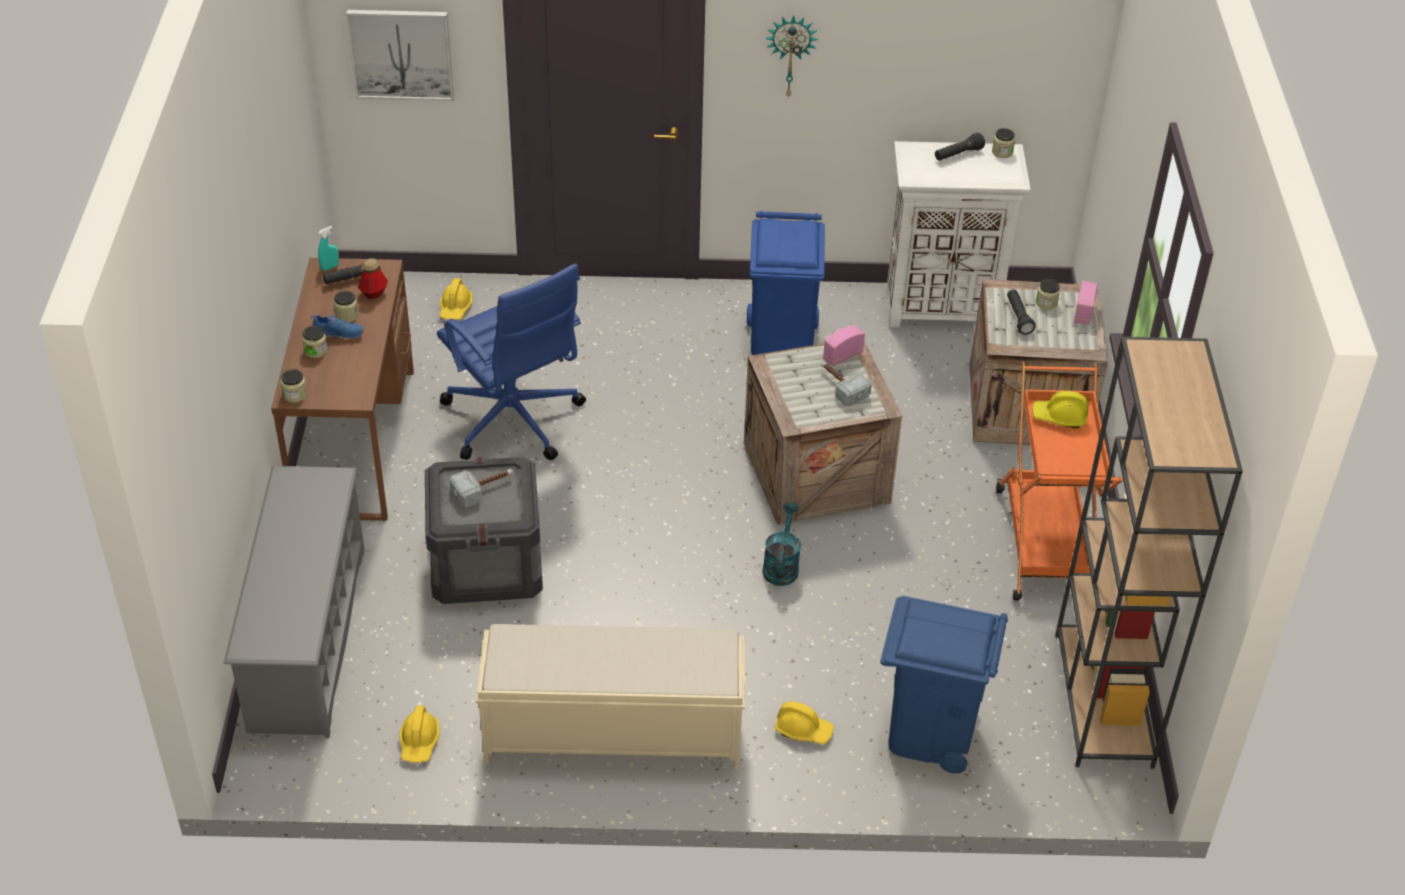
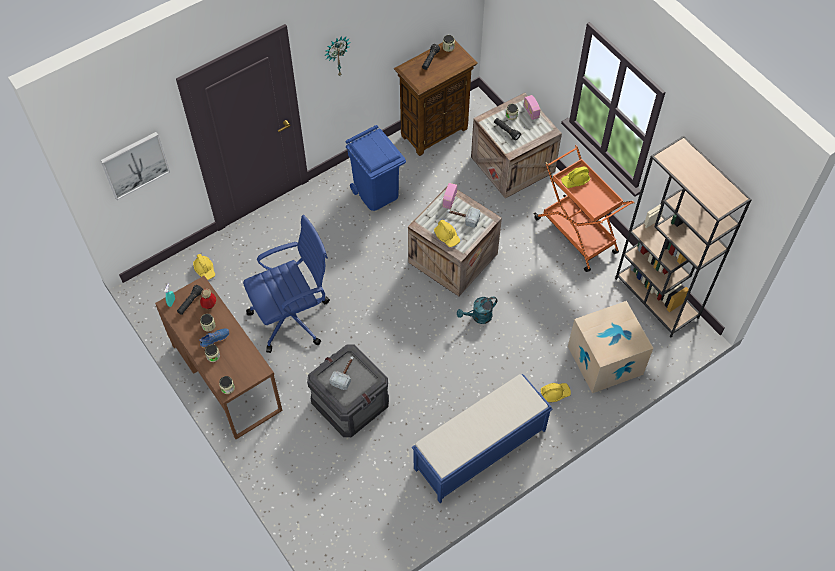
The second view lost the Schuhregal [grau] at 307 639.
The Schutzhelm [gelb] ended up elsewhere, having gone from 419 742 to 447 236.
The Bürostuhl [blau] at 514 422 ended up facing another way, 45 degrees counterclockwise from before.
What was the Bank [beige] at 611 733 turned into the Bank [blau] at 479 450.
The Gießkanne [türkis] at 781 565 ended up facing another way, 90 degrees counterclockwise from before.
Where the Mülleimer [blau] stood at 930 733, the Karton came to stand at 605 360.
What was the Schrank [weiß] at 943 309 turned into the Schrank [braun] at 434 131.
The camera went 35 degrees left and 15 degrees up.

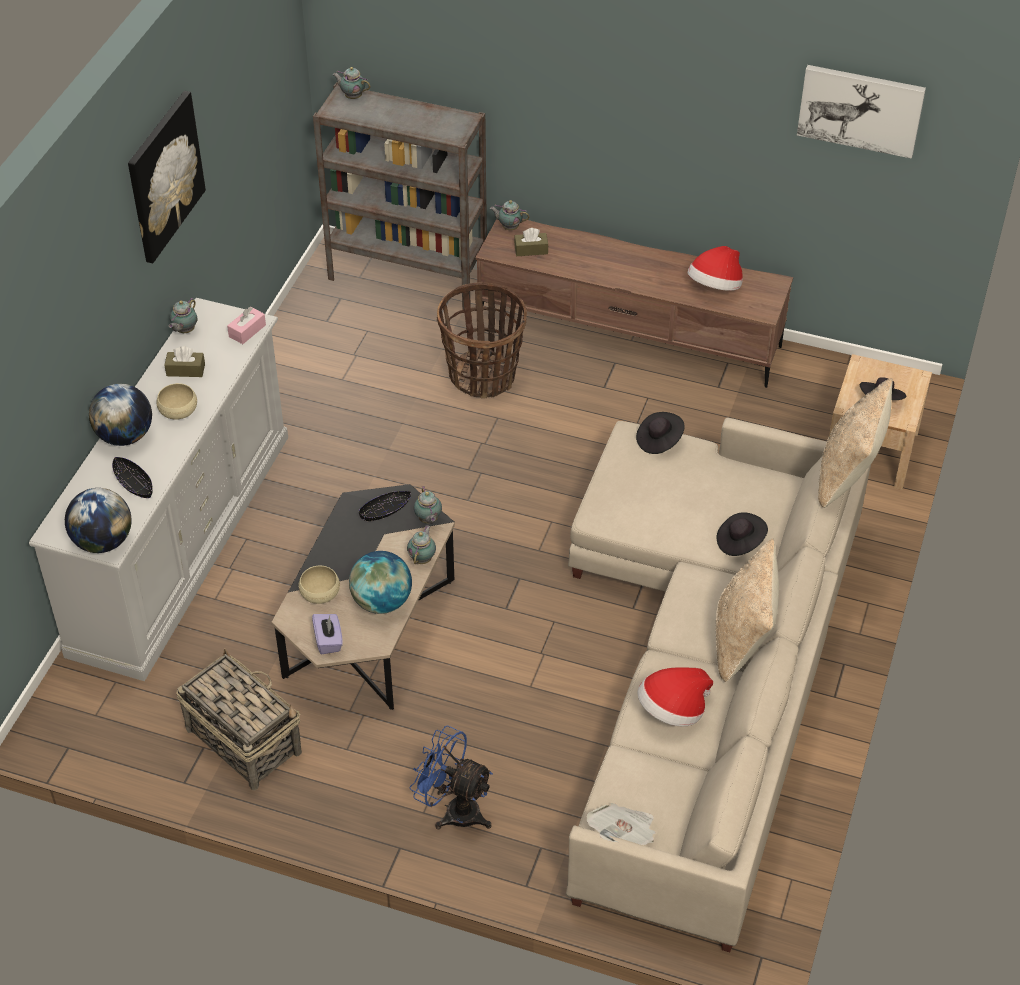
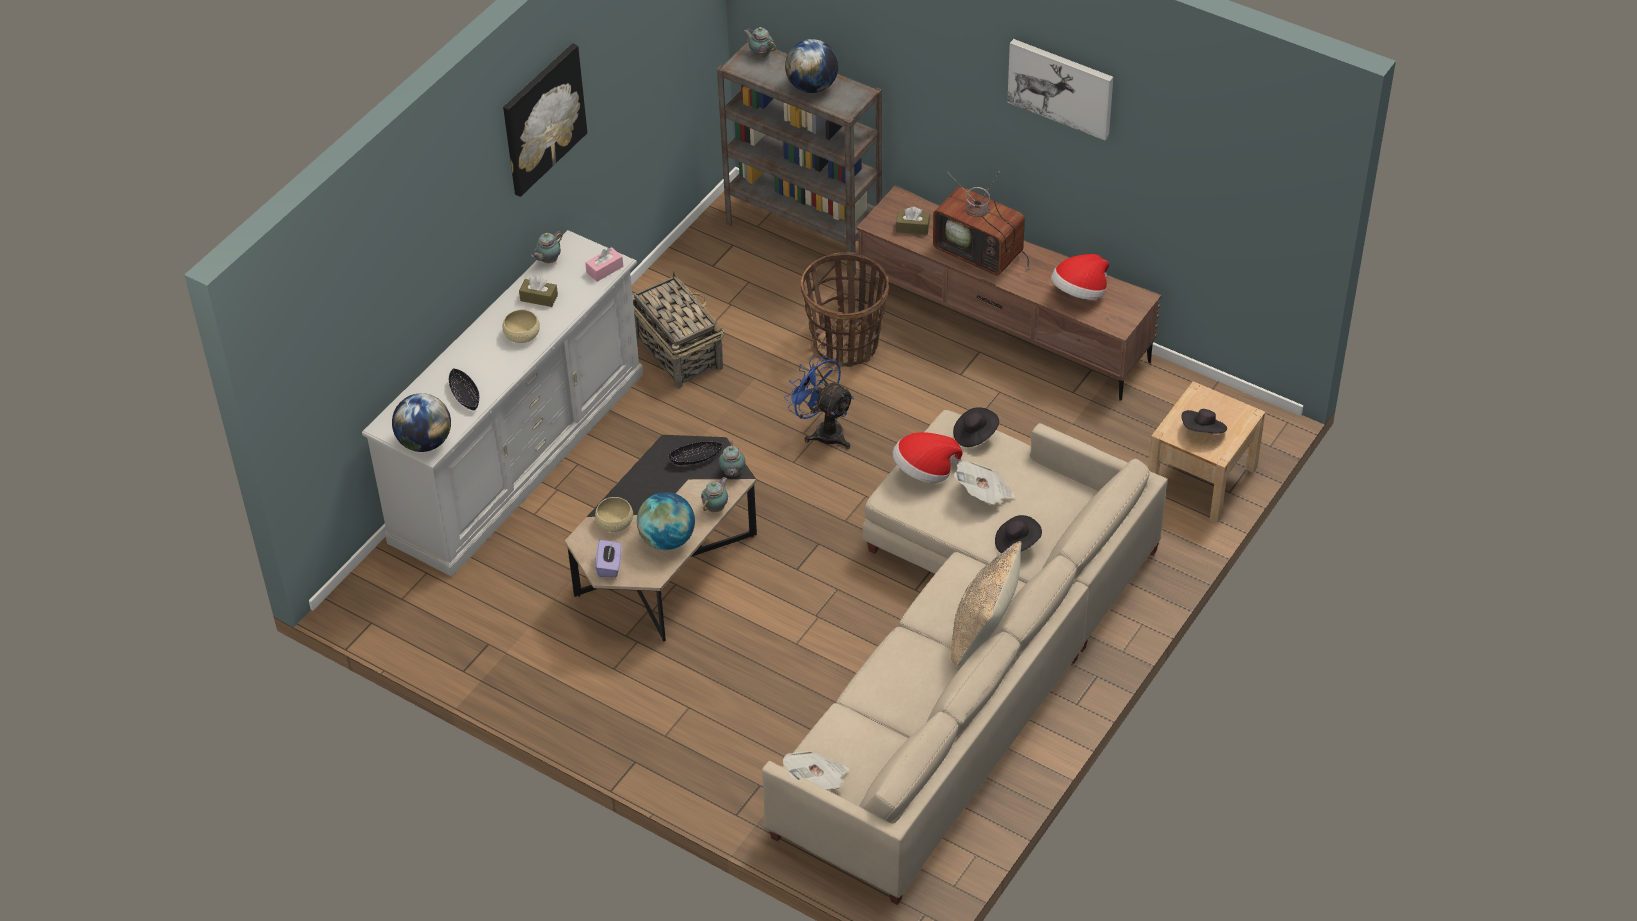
The Globus ended up elsewhere, having gone from 125 436 to 812 86.
The Korb ended up elsewhere, having gone from 243 739 to 678 351.
The Ventilator [blau] ended up elsewhere, having gone from 454 810 to 823 431.
The second view lost the Teekanne at 509 227.
The Hut ended up elsewhere, having gone from 672 710 to 925 471.
The Bild ended up elsewhere, having gone from 860 109 to 1061 87.
The second view lost the Kissen [beige] at 847 479.
The second view gained the Fernseher at 982 252.
The second view gained the Zeitung at 984 494.
The camera went 15 degrees right and 0 degrees up.

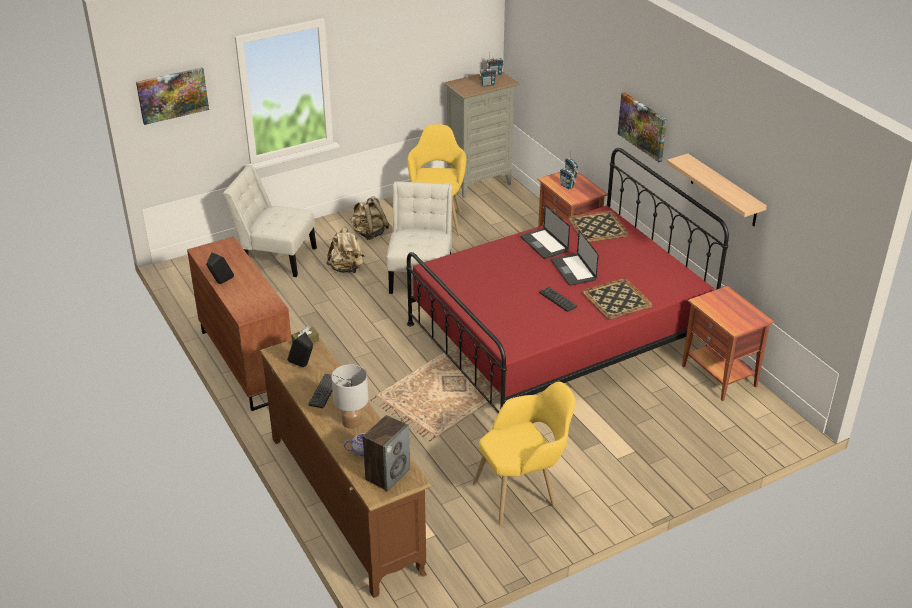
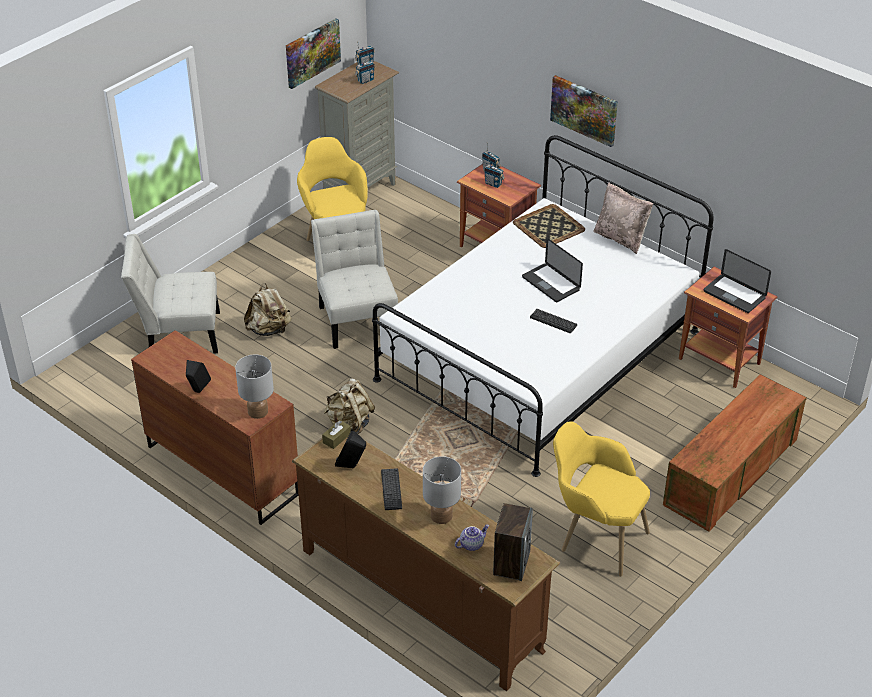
The Bild ended up elsewhere, having gone from 172 95 to 312 52.
The Rucksack [beige] ended up elsewhere, having gone from 369 233 to 350 423.
What was the Bett [rot] at 557 335 turned into the Bett [weiß] at 538 355.
The Sessel [gelb] at 524 492 ended up facing another way, 105 degrees counterclockwise from before.
The Laptop ended up elsewhere, having gone from 544 244 to 734 295.
The second view lost the Tablett at 616 299.
The second view lost the Wandregal at 724 191.
The second view gained the Tischlampe [grau] at 257 411.
The second view gained the Kissen [beige] at 621 238.
The second view gained the Bank [braun] at 731 473.
The camera went 20 degrees left and 5 degrees up.

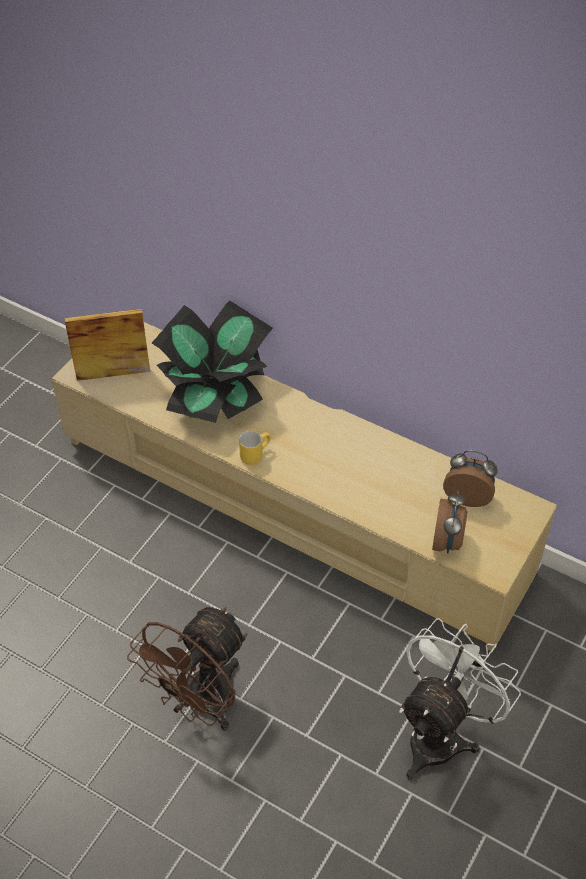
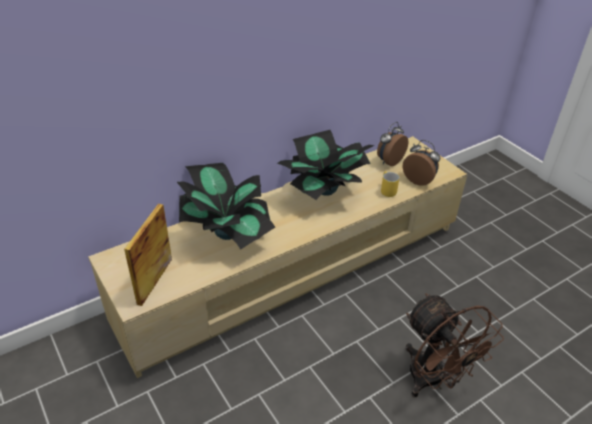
The Henkelbecher [gelb] ended up elsewhere, having gone from 254 453 to 386 190.
The second view lost the Ventilator [weiß] at 441 734.
The second view gained the Topfpflanze at 324 190.
The camera went 65 degrees left and 10 degrees down.

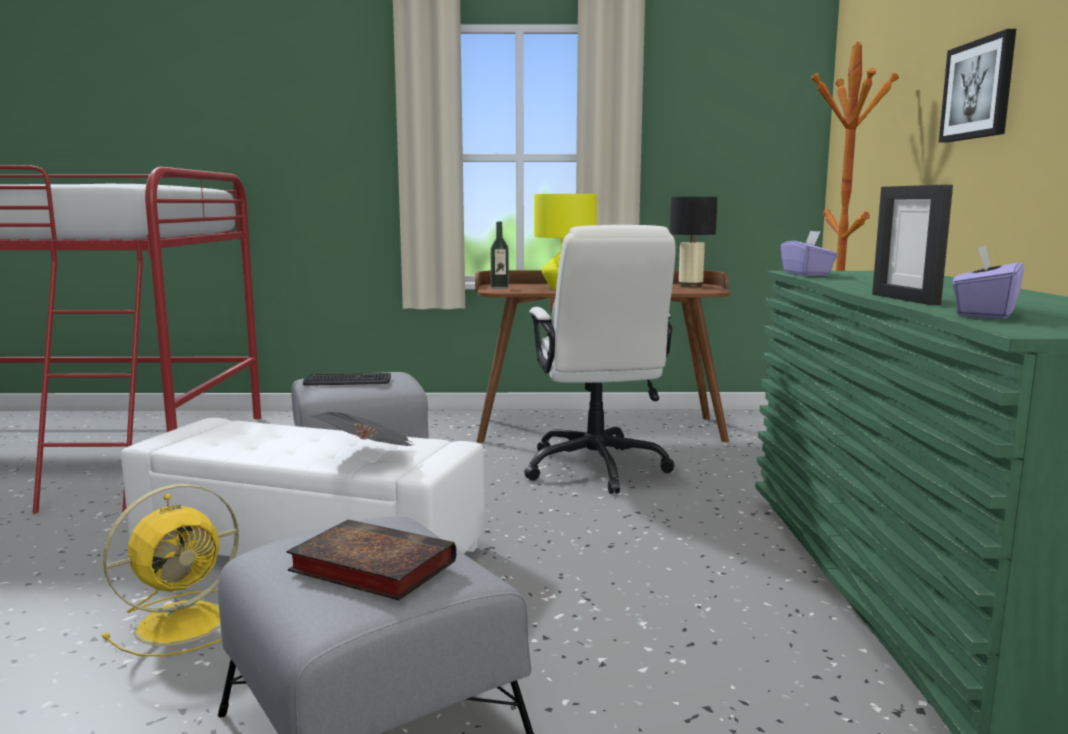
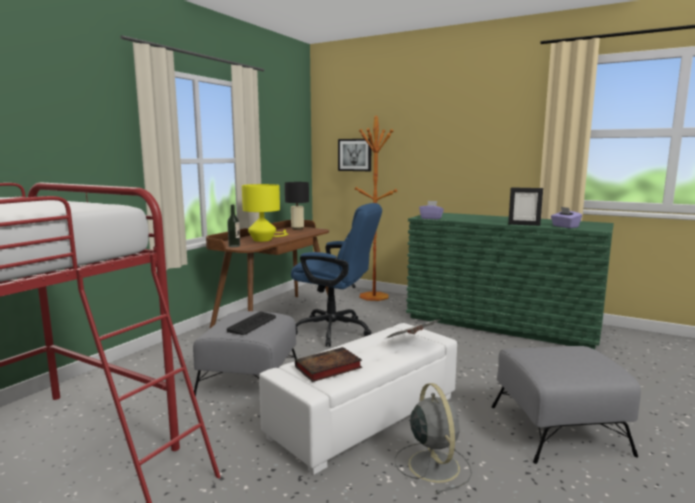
What was the Ventilator [gelb] at 185 622 turned into the Ventilator [grau] at 432 464.
The Buch ended up elsewhere, having gone from 368 567 to 327 368.
What was the Bürostuhl [weiß] at 597 471 turned into the Bürostuhl [blau] at 336 332.
The Bild ended up elsewhere, having gone from 978 90 to 355 155.
The camera went 60 degrees left and 0 degrees up.

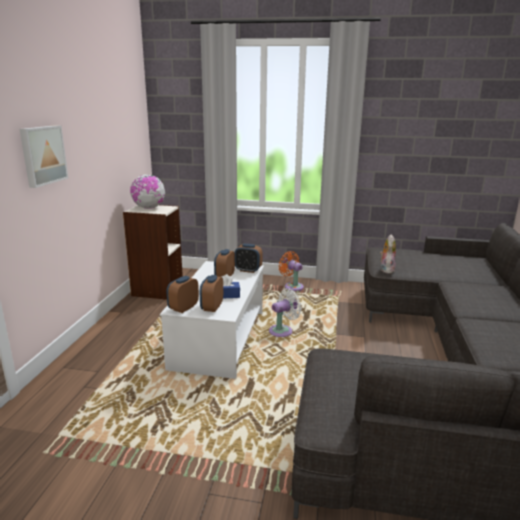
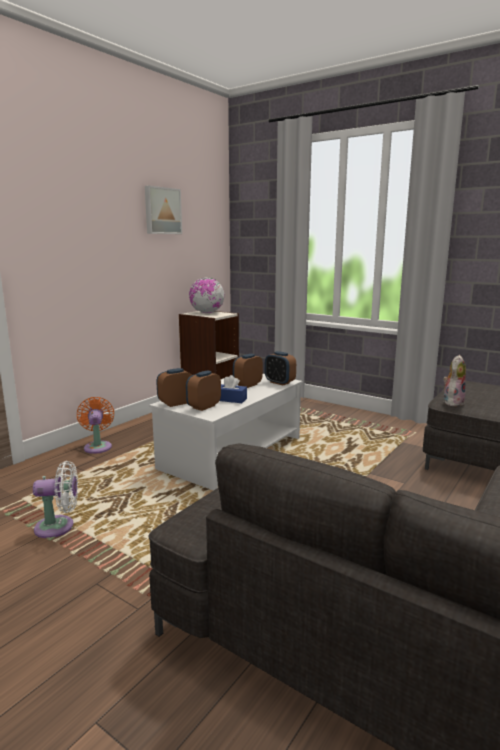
The Bild ended up elsewhere, having gone from 42 155 to 162 211.
The Ventilator [weiß] ended up elsewhere, having gone from 283 331 to 59 527.
The Ventilator [orange] ended up elsewhere, having gone from 292 286 to 98 446.
The camera went 25 degrees right and 5 degrees down.

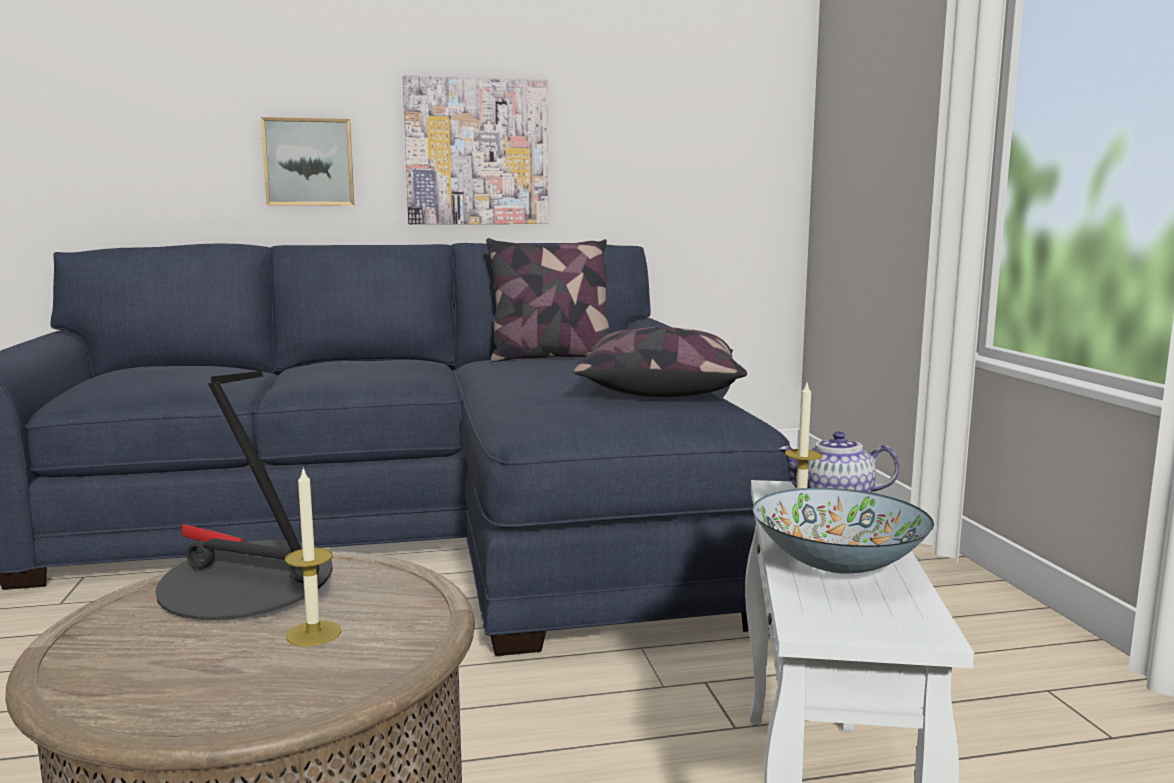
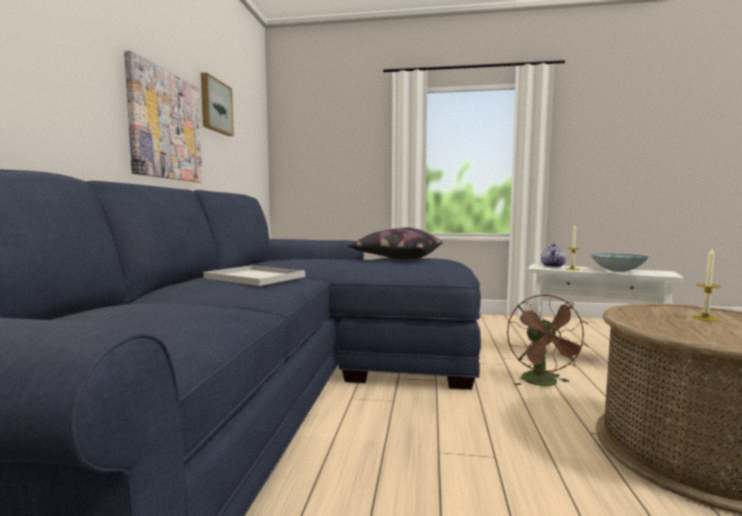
The second view lost the Tischlampe at 246 586.
The Bild ended up elsewhere, having gone from 309 162 to 215 106.
The second view lost the Kissen at 551 356.
The second view gained the Tablett [weiß] at 256 277.
The second view gained the Ventilator [braun] at 544 383.
The camera went 70 degrees left and 5 degrees down.

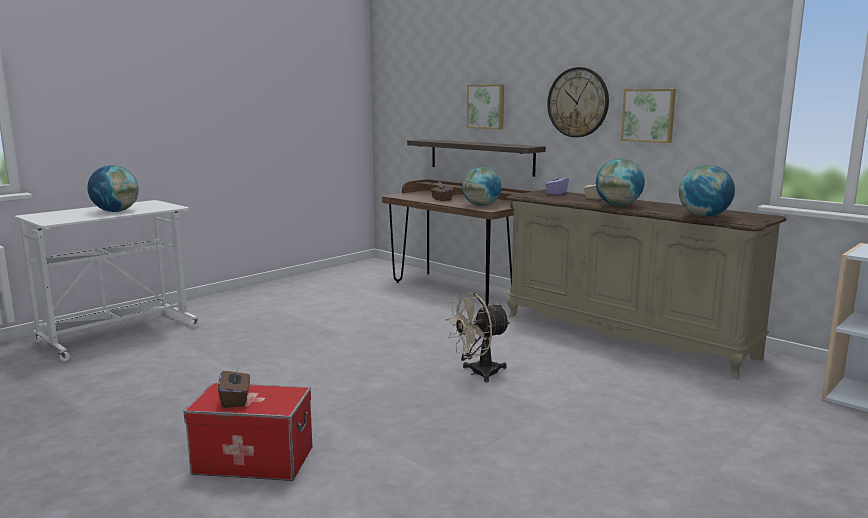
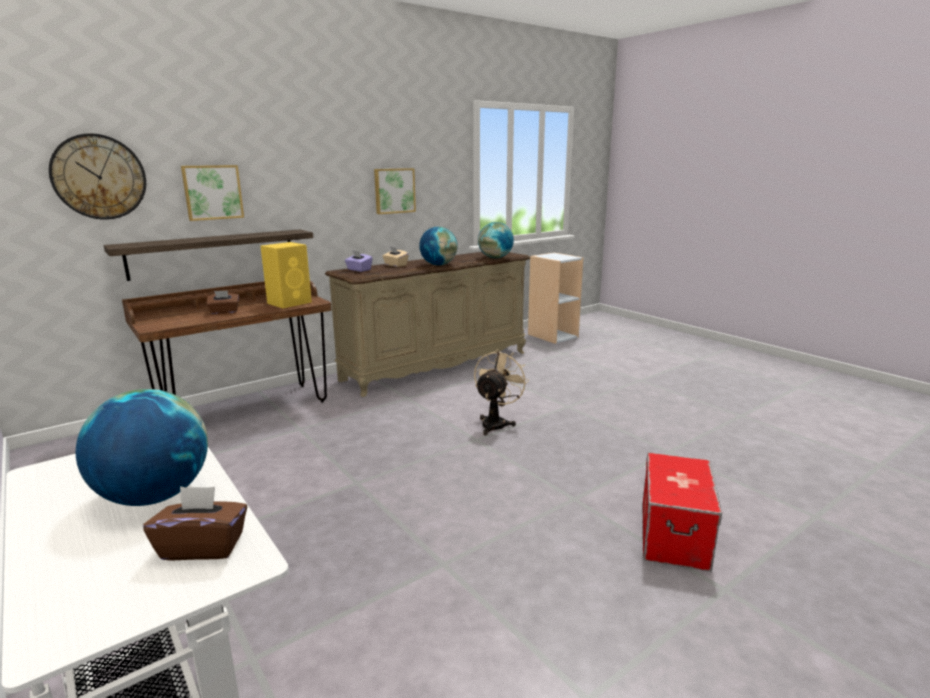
The Taschentuchbox [braun] ended up elsewhere, having gone from 235 400 to 203 546.
The Ventilator [beige] at 478 373 ended up facing another way, 135 degrees counterclockwise from before.
Where the Globus stood at 481 205, the Lautsprecher [gelb] came to stand at 290 302.
The Wanduhr ended up elsewhere, having gone from 578 102 to 99 177.
The camera went 80 degrees left and 5 degrees up.

